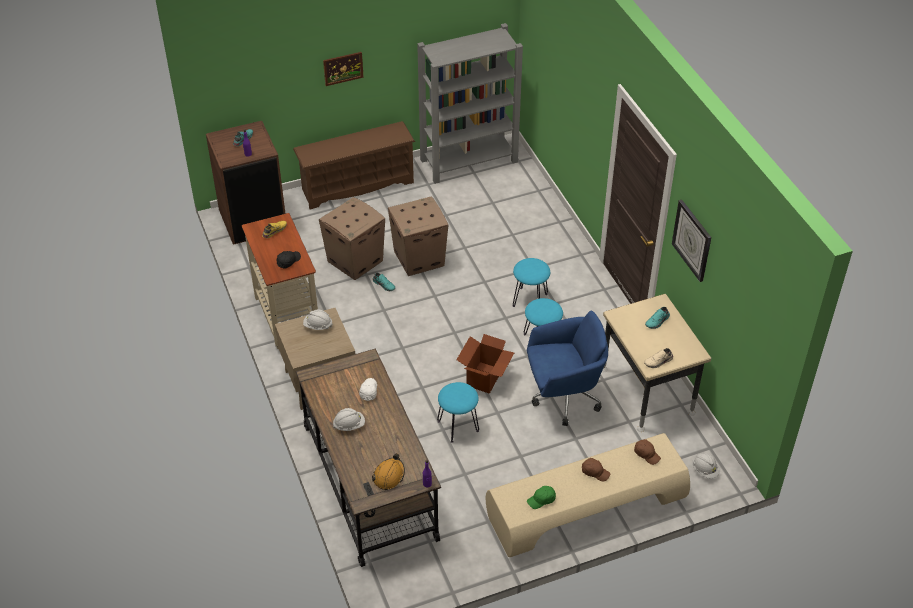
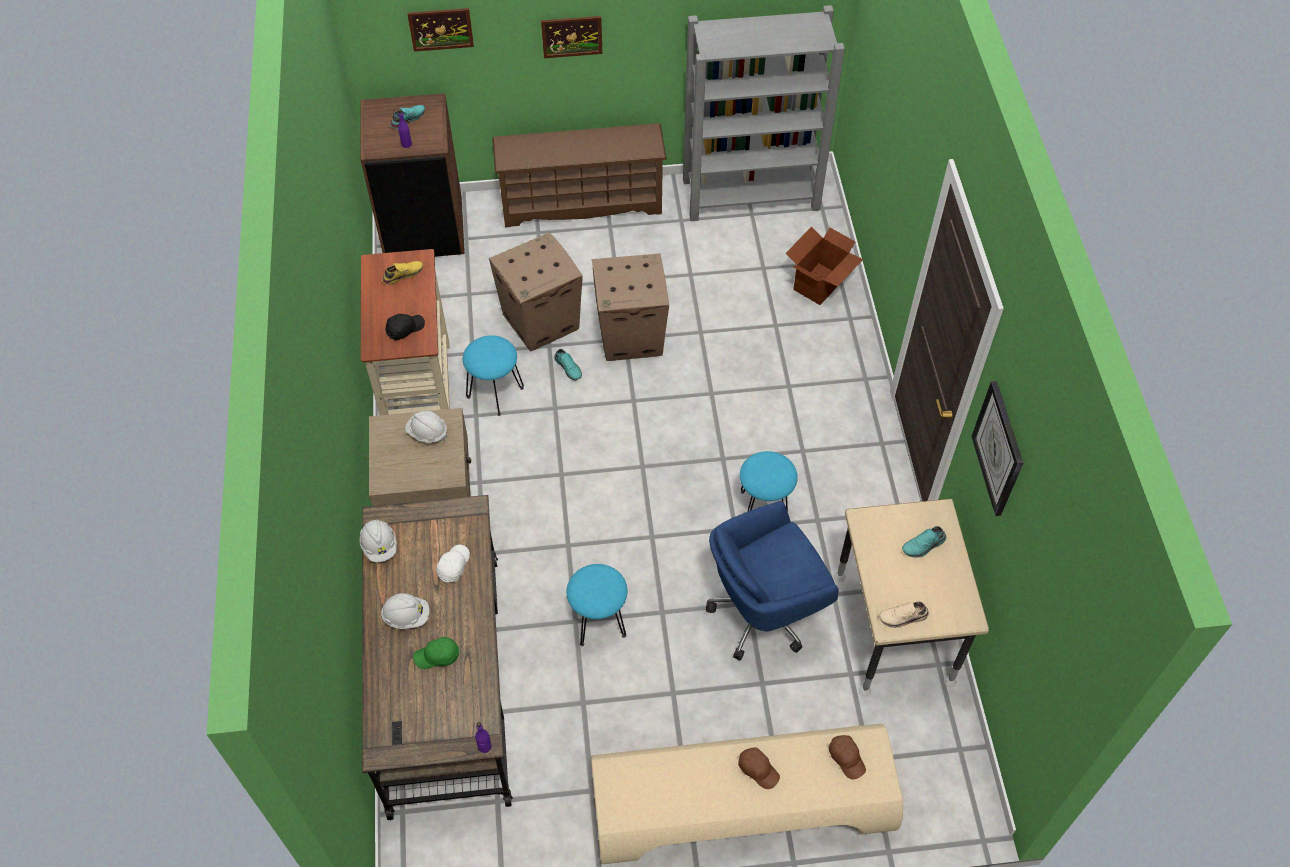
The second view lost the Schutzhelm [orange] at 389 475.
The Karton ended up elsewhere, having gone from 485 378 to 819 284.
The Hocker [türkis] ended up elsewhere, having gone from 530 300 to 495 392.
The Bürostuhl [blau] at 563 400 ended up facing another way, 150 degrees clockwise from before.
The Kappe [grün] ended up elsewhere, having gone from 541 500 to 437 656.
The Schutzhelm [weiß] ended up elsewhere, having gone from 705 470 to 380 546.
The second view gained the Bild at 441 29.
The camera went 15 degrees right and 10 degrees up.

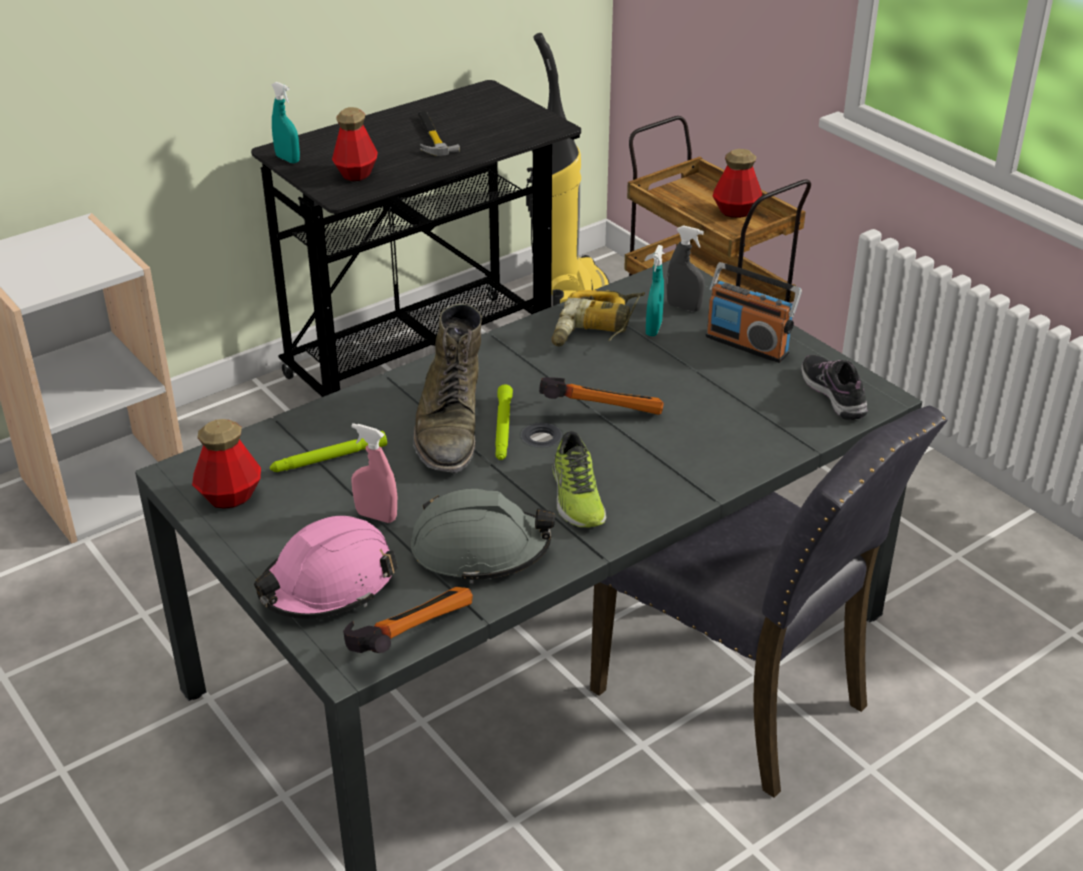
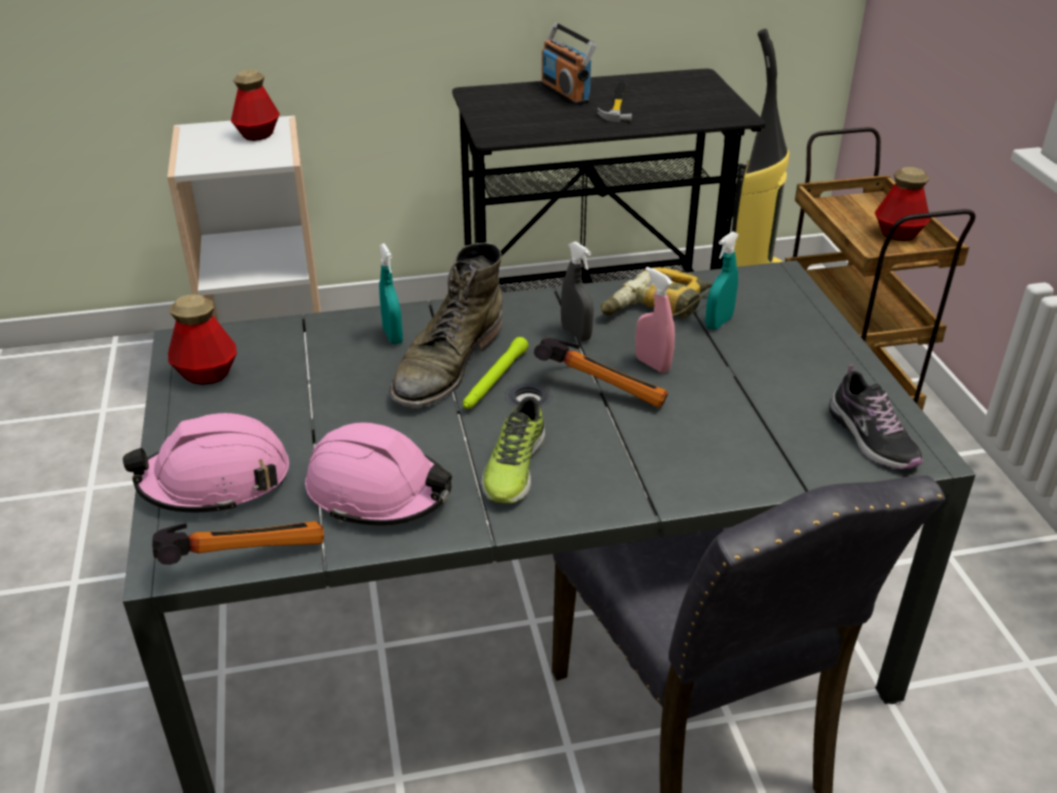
The second view lost the Taschenlampe [grün] at 328 459.
The Sprühflasche [türkis] ended up elsewhere, having gone from 288 159 to 393 336.
The Flasche ended up elsewhere, having gone from 356 174 to 258 135.
The Sprühflasche [rosa] ended up elsewhere, having gone from 376 516 to 652 364.
What was the Schutzhelm [grau] at 480 550 turned into the Schutzhelm [rosa] at 378 492.
The Sprühflasche [grau] ended up elsewhere, having gone from 683 307 to 576 333.
The Radio ended up elsewhere, having gone from 747 344 to 565 93.
The Schuh at 833 394 ended up facing another way, 150 degrees clockwise from before.
The camera went 25 degrees right and 0 degrees up.

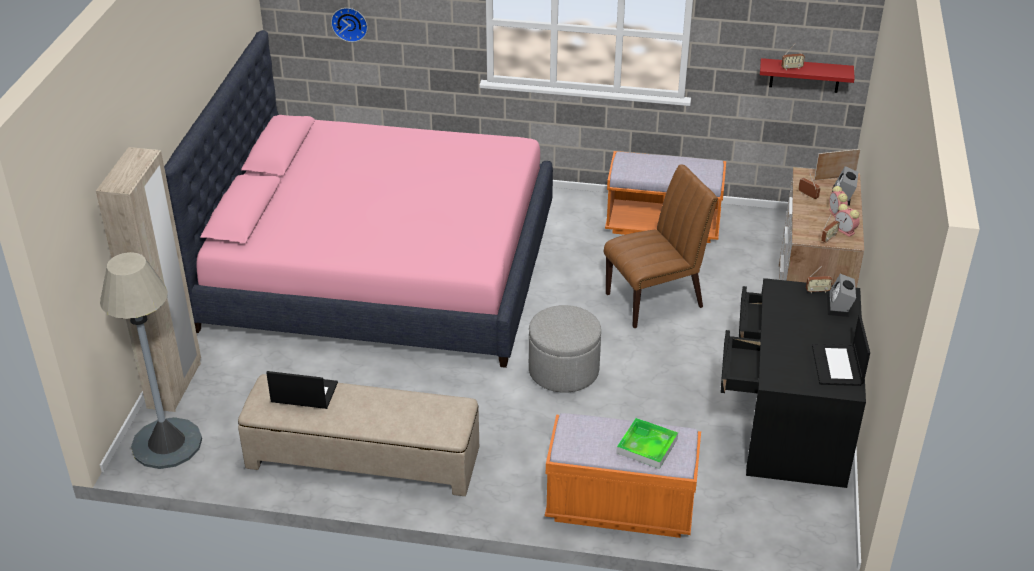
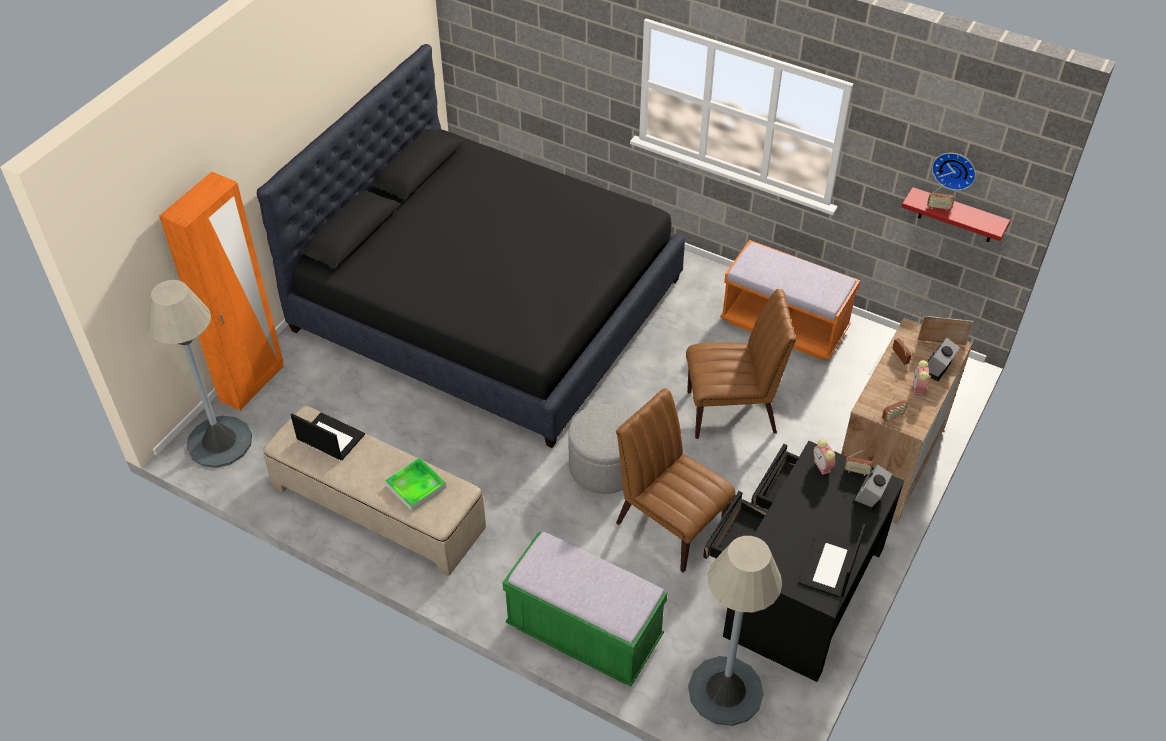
What was the Kleiderschrank [beige] at 175 386 turned into the Kleiderschrank [orange] at 252 383.
What was the Bett [rosa] at 380 267 turned into the Bett [schwarz] at 488 304.
The Wanduhr ended up elsewhere, having gone from 350 23 to 954 169.
What was the Bank [orange] at 620 507 turned into the Bank [grün] at 584 633.
The Tablett ended up elsewhere, having gone from 647 446 to 416 486.
The Wecker ended up elsewhere, having gone from 846 231 to 823 466.
The second view gained the Stuhl [braun] at 671 527.
The second view gained the Stehlampe [grau] at 725 691.
The camera went 20 degrees right and 10 degrees up.

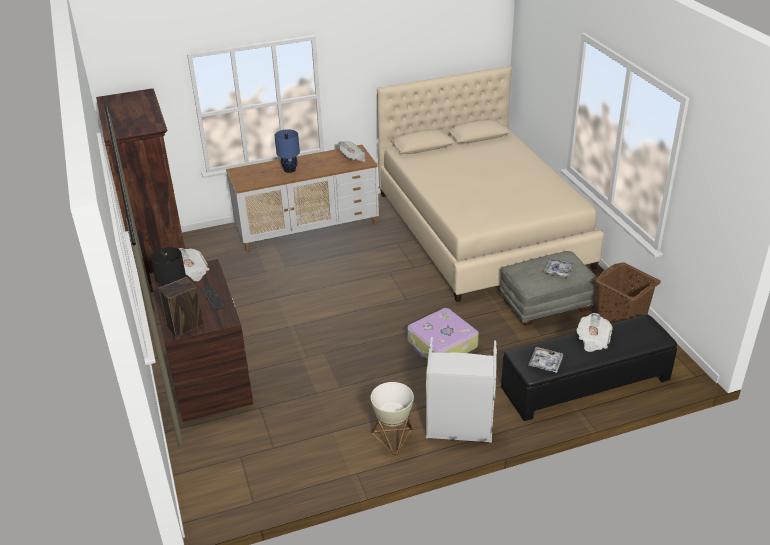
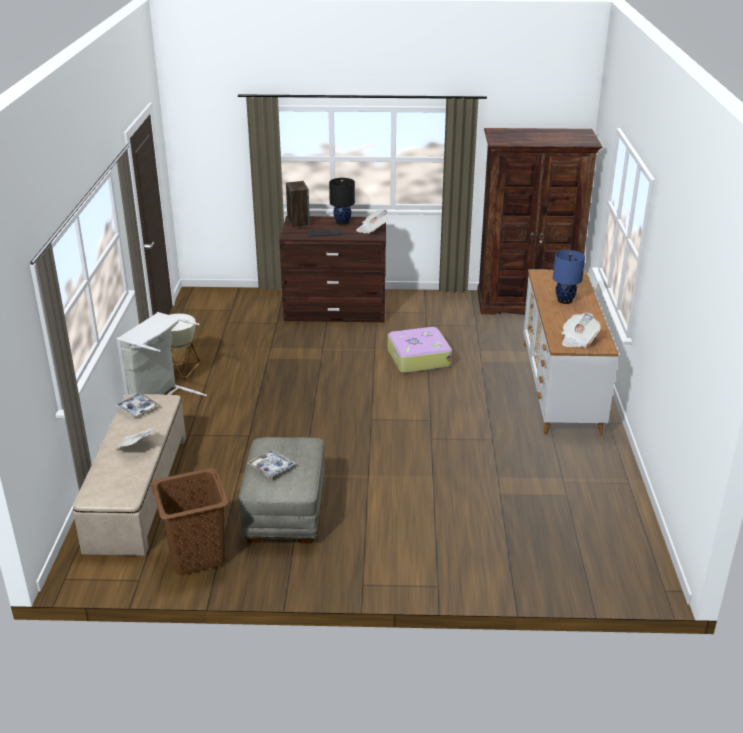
The second view lost the Bett [beige] at 481 229.
The Koffer ended up elsewhere, having gone from 442 345 to 418 358.
What was the Bank [schwarz] at 585 384 turned into the Bank [beige] at 137 491.
The camera went 110 degrees right and 5 degrees down.

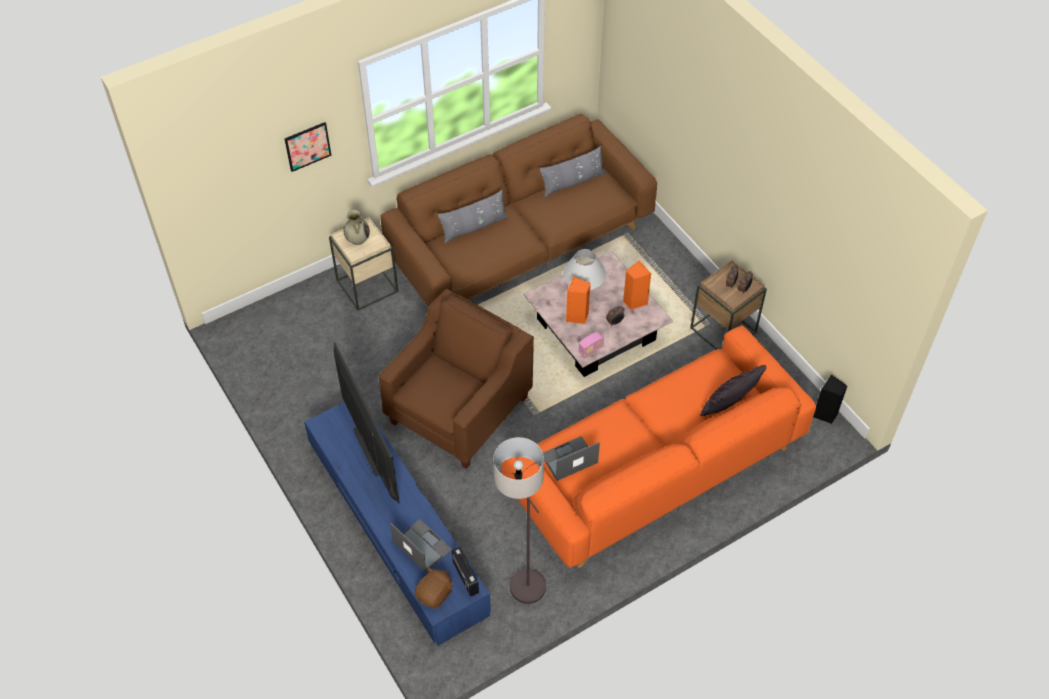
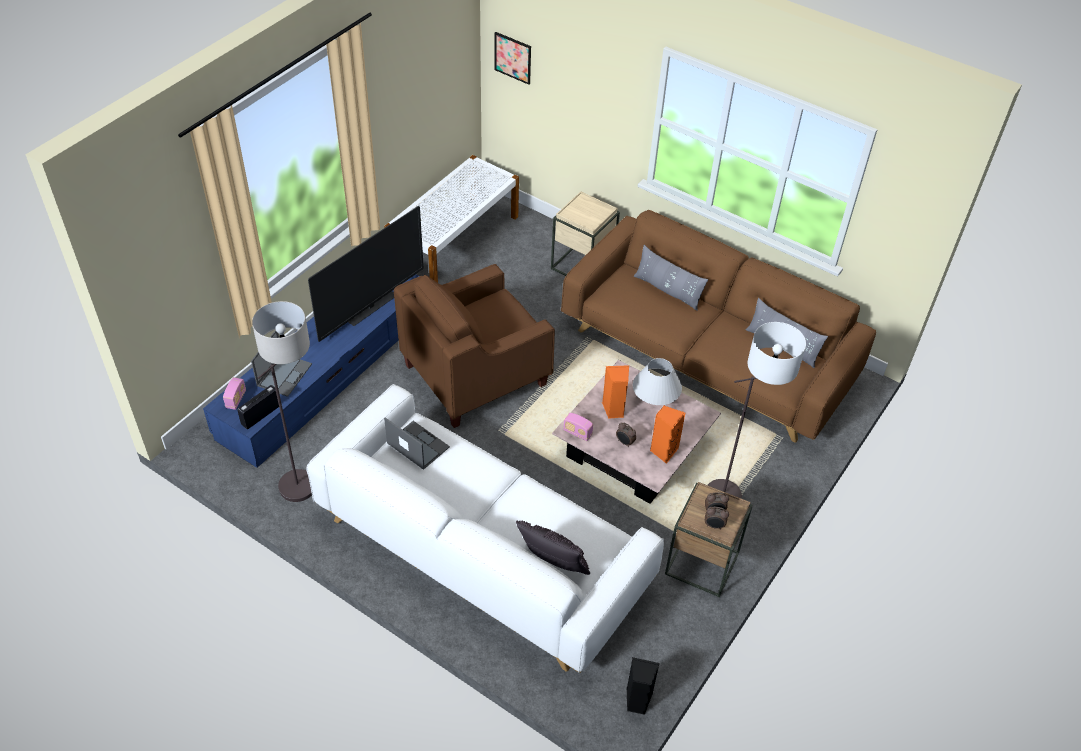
The Bild ended up elsewhere, having gone from 307 146 to 513 57.
The second view lost the Vase [beige] at 357 239.
The Sessel [braun] at 460 410 ended up facing another way, 135 degrees clockwise from before.
Where the Plüschtier [braun] stood at 435 594, the Radio came to stand at 236 399.
What was the Sofa [orange] at 654 468 turned into the Sofa [weiß] at 481 550.
The second view gained the Bank [weiß] at 454 241.
The second view gained the Stehlampe [weiß] at 733 494.
The camera went 65 degrees right and 5 degrees down.

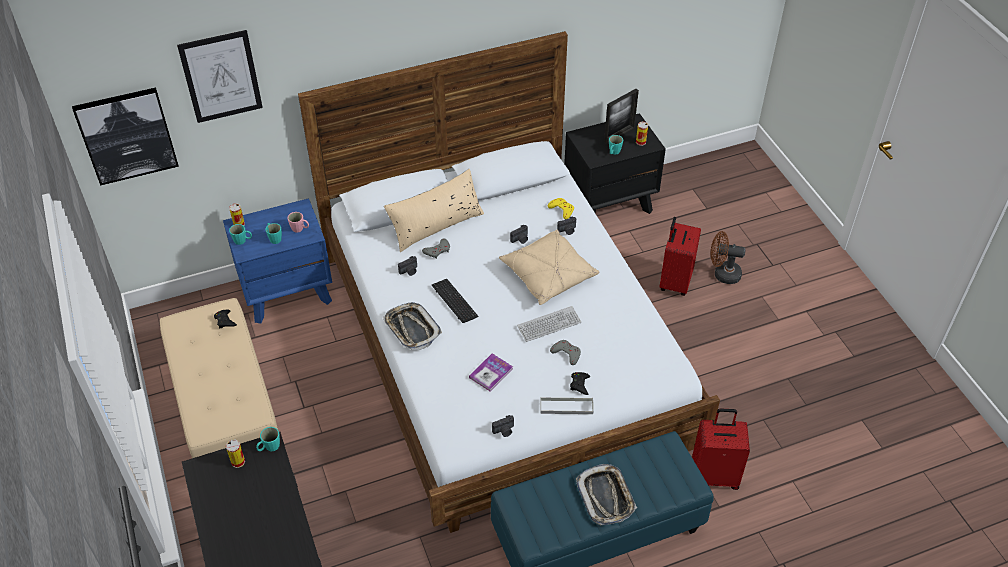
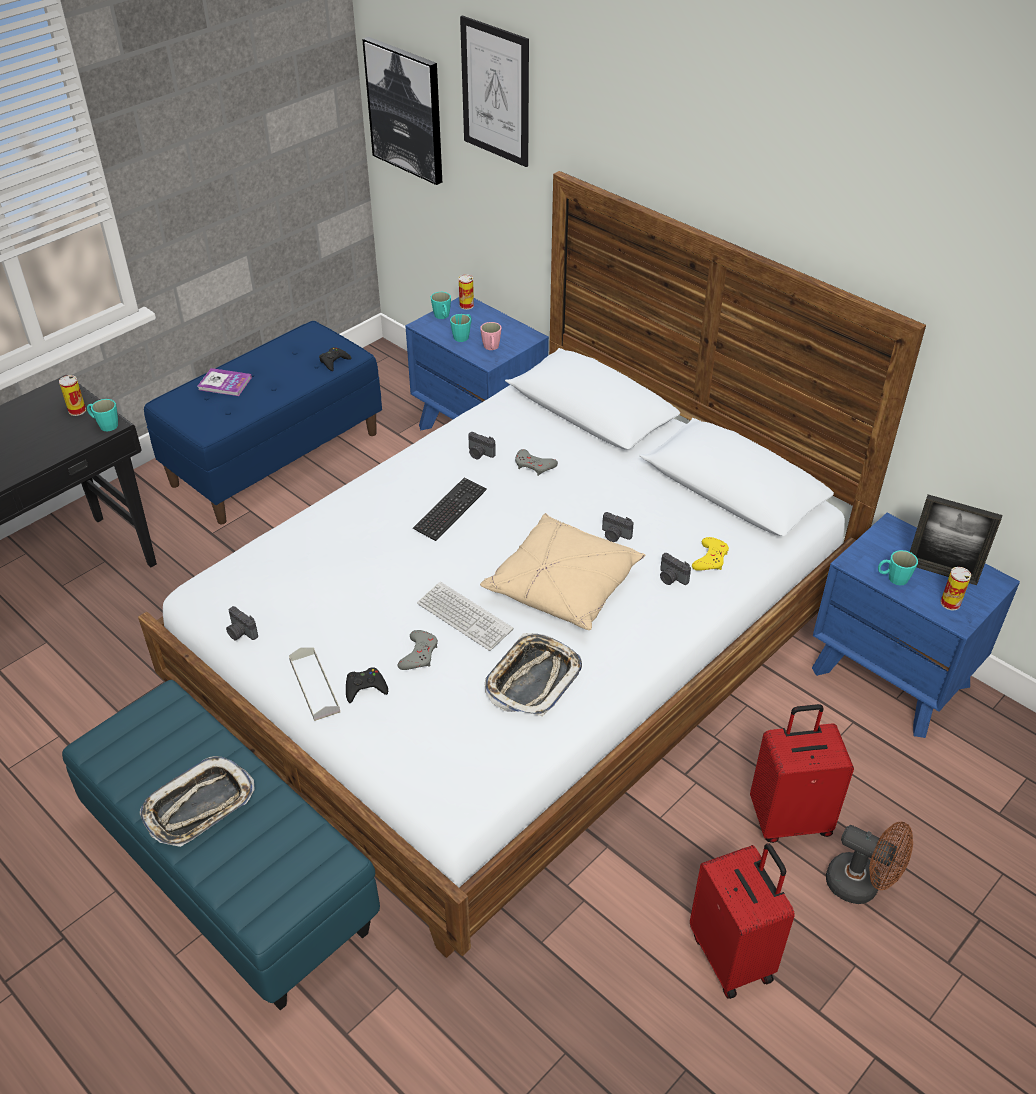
What was the Bank [beige] at 228 415 turned into the Bank [blau] at 276 457.
The Tablett ended up elsewhere, having gone from 412 329 to 532 679.
The second view lost the Kissen [beige] at 436 225.
The Buch ended up elsewhere, having gone from 491 373 to 225 383.
What was the Nachttisch [schwarz] at 609 203 turned into the Nachttisch [blau] at 891 677.
The Koffer [rot] ended up elsewhere, having gone from 714 475 to 733 956.
The Ventilator [braun] at 722 274 ended up facing another way, 135 degrees clockwise from before.
The camera went 65 degrees right and 5 degrees down.

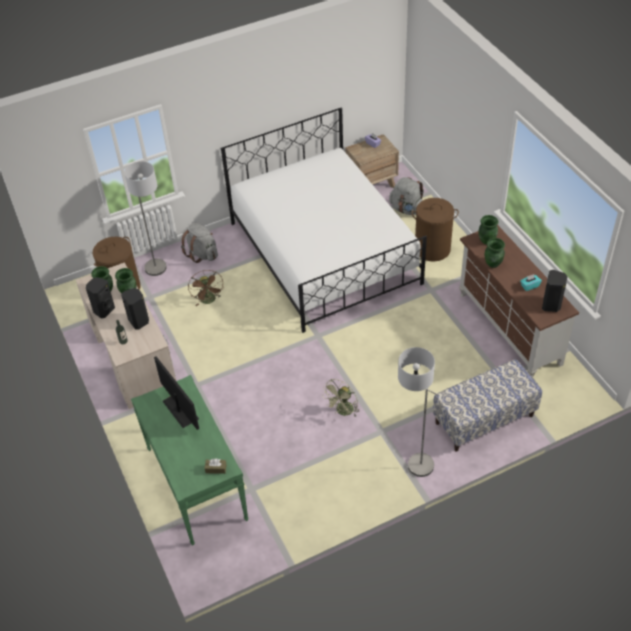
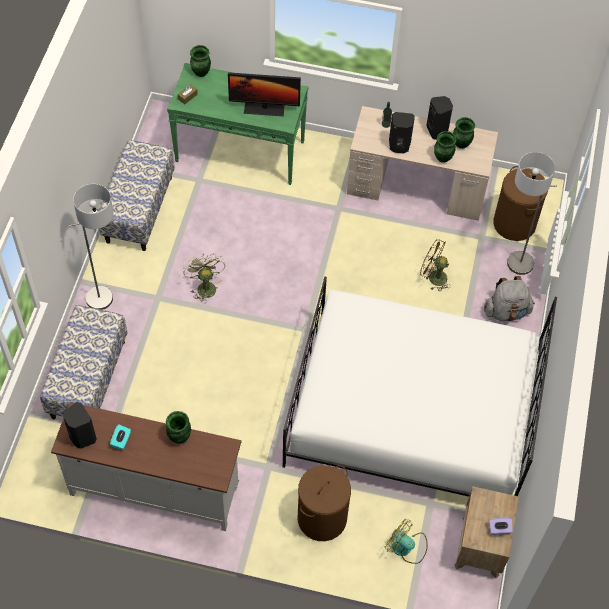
Where the Rucksack [grau] stood at 406 209, the Ventilator came to stand at 406 547.
The Vase [grün] ended up elsewhere, having gone from 487 240 to 201 72.
The second view gained the Bank at 139 209.
The camera went 125 degrees right and 10 degrees up.

